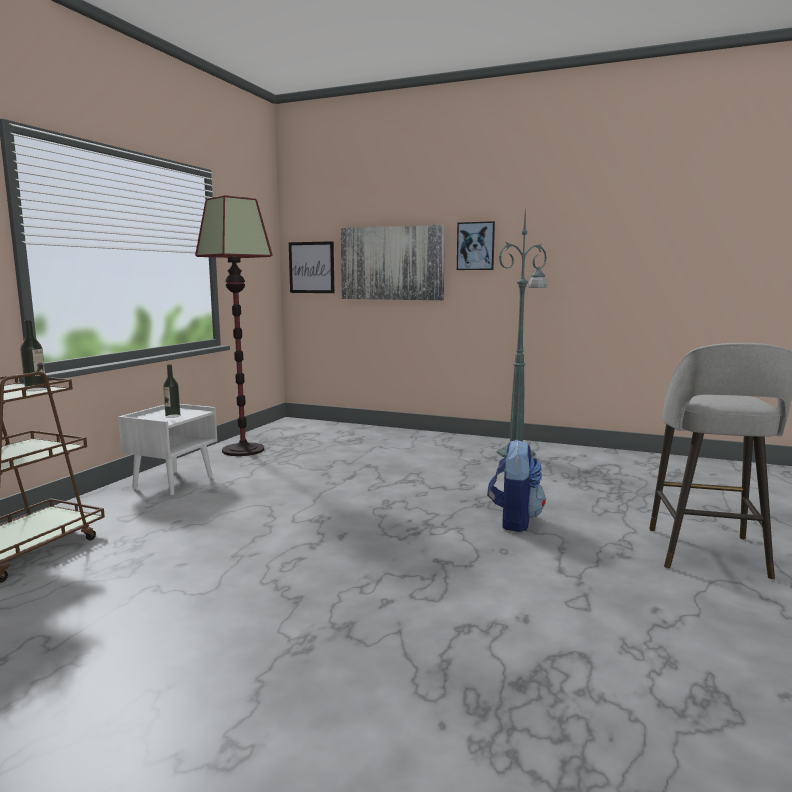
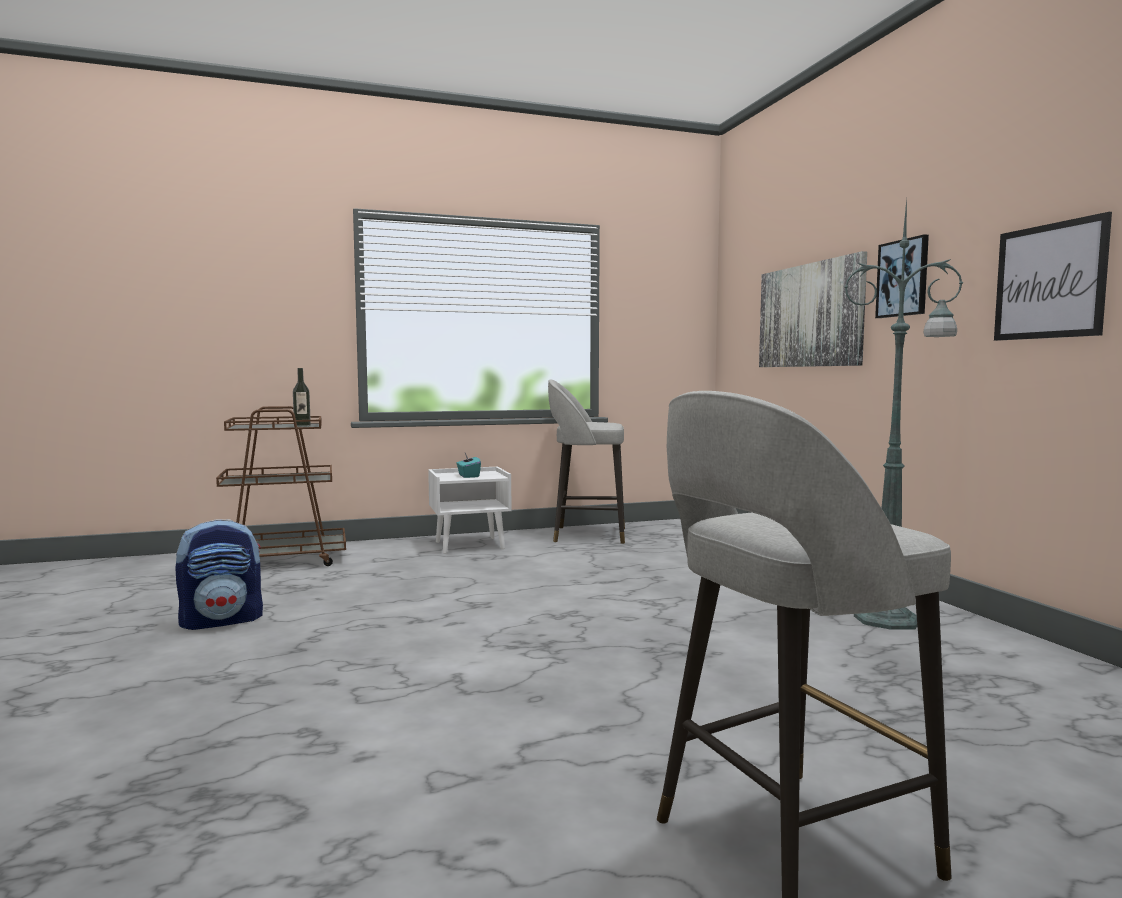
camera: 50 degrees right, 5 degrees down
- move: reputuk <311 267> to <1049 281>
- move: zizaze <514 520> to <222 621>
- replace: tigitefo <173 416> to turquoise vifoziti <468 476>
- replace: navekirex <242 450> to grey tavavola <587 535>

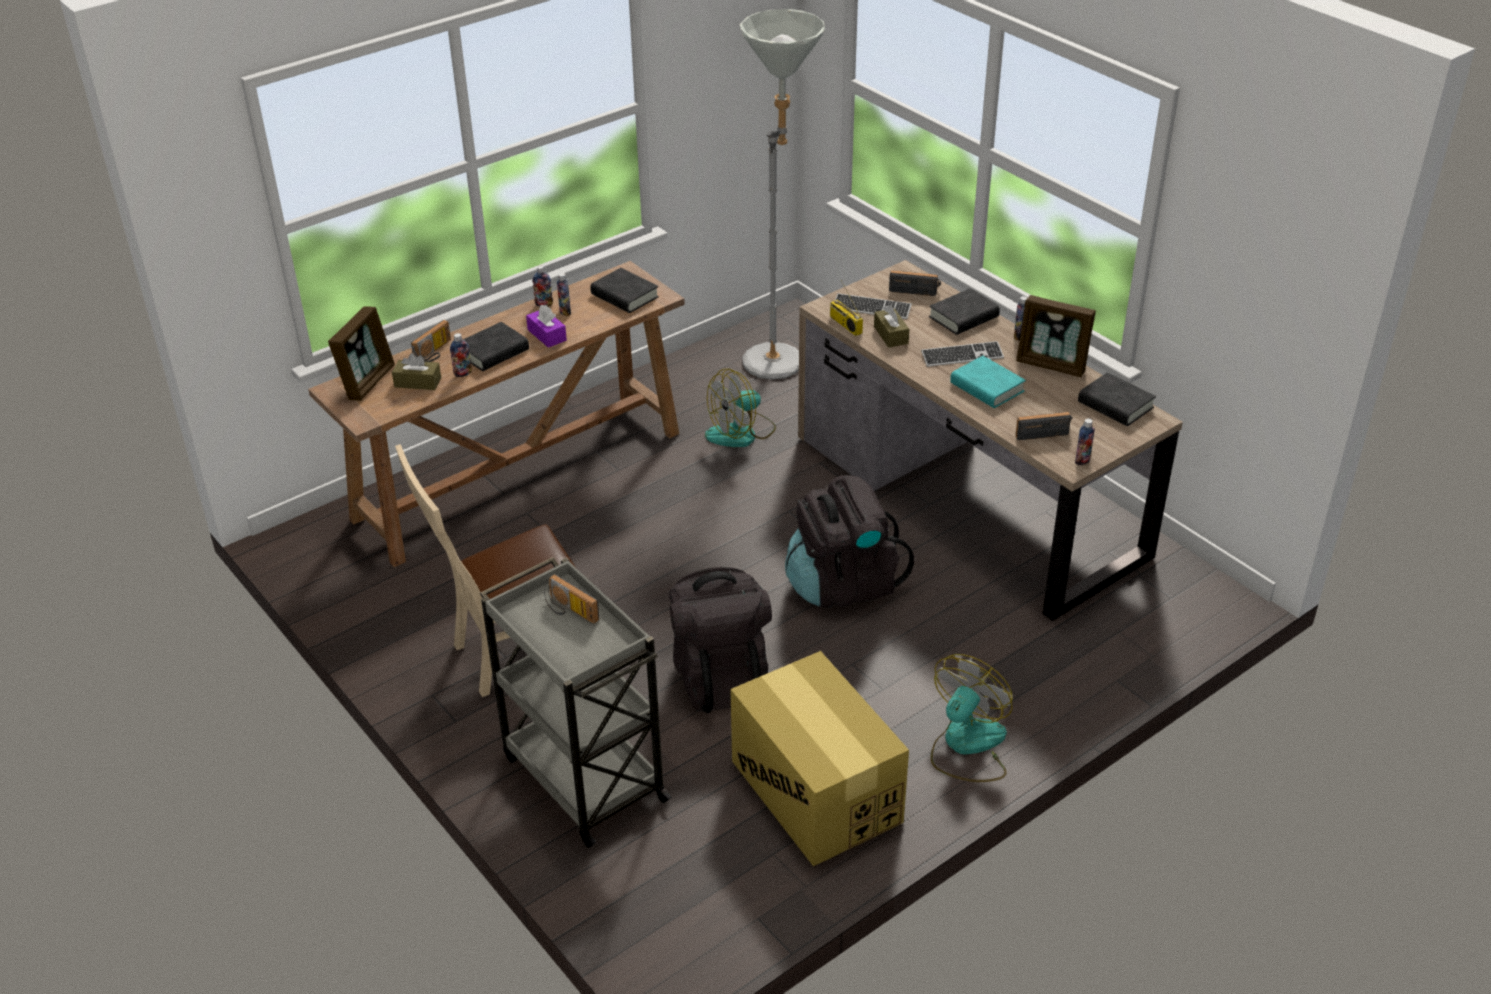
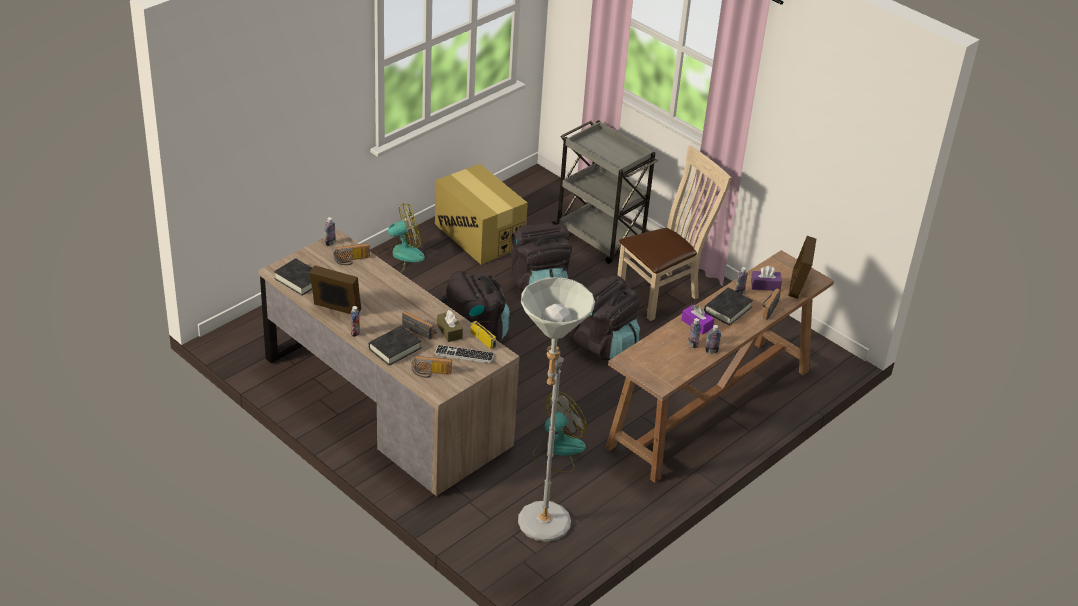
camera: 170 degrees right, 0 degrees up
- delete: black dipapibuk <624 296>
- delete: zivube <962 356>
- delete: turquoise dipapibuk <987 387>
- insert: black zizaze <602 344>
- move: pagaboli <569 611> to <420 330>
- recolor: brown vifoziti <417 382> to purple vifoziti <765 285>
- rotate: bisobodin <967 746> = <400 255> 135 degrees counterclockwise

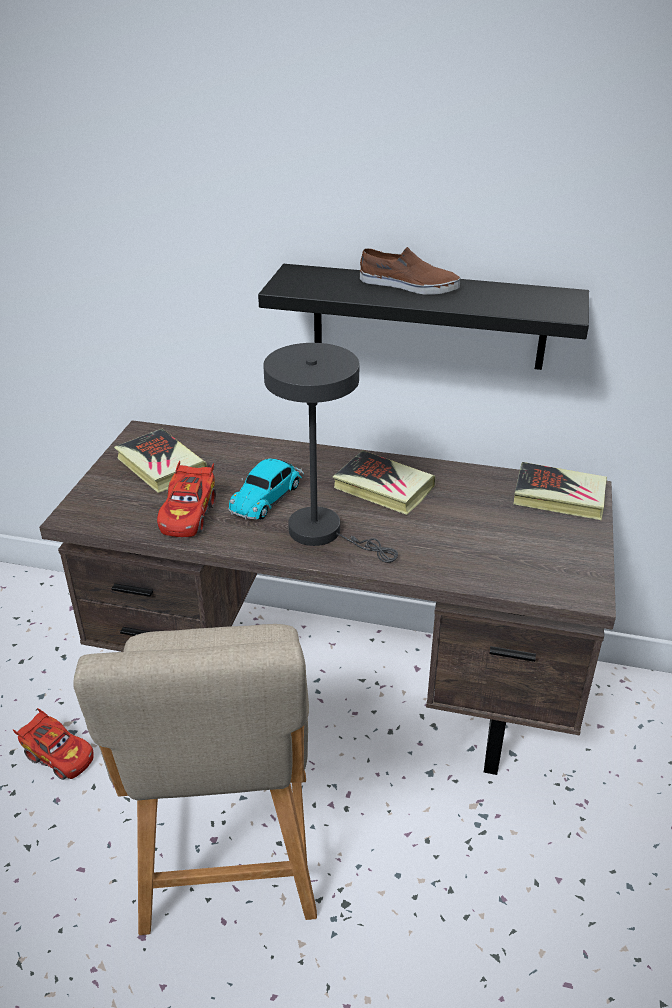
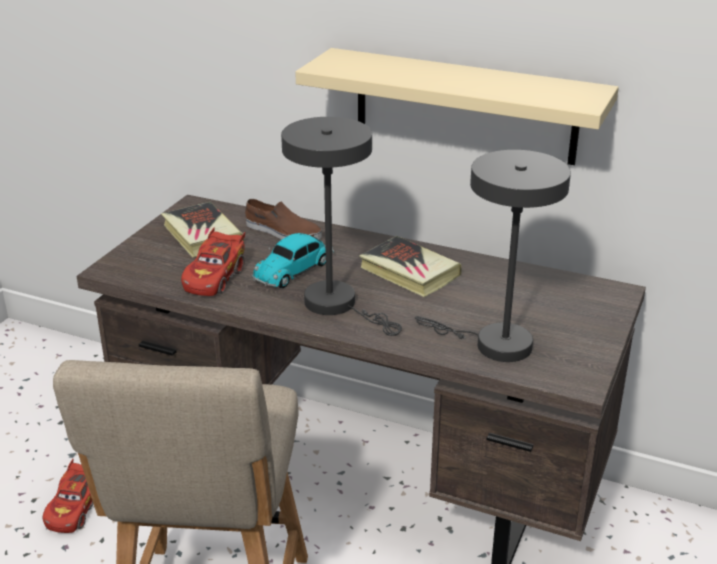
camera: 10 degrees right, 5 degrees down
- delete: dipapibuk <559 497>
- insert: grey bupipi <493 344>
- move: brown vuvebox <408 285> to <282 232>
- recolor: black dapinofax <428 317> to beige dapinofax <465 106>
- rotate: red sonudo <58 755> = <75 508> 60 degrees clockwise

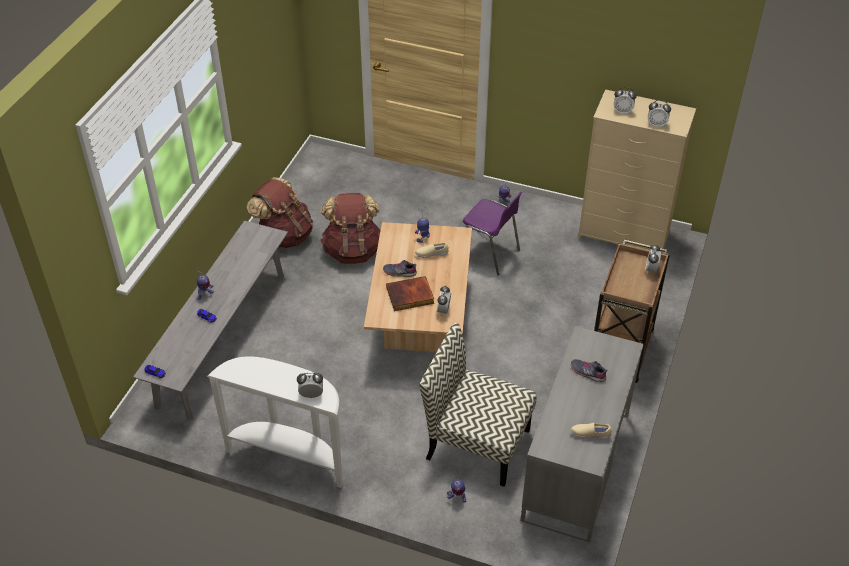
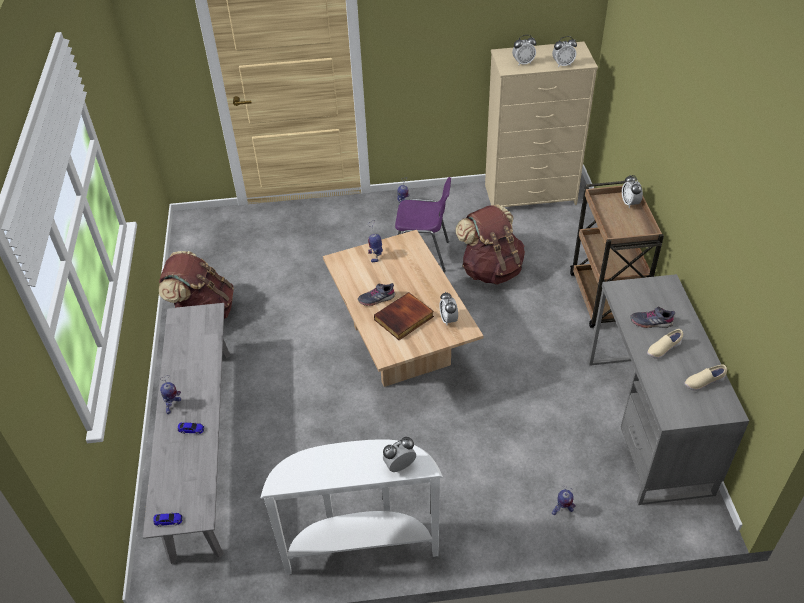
camera: 25 degrees left, 0 degrees up
- delete: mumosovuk <476 443>
- move: brown zizaze <353 250> to <491 269>
- move: beige vuvebox <431 254> to <663 349>

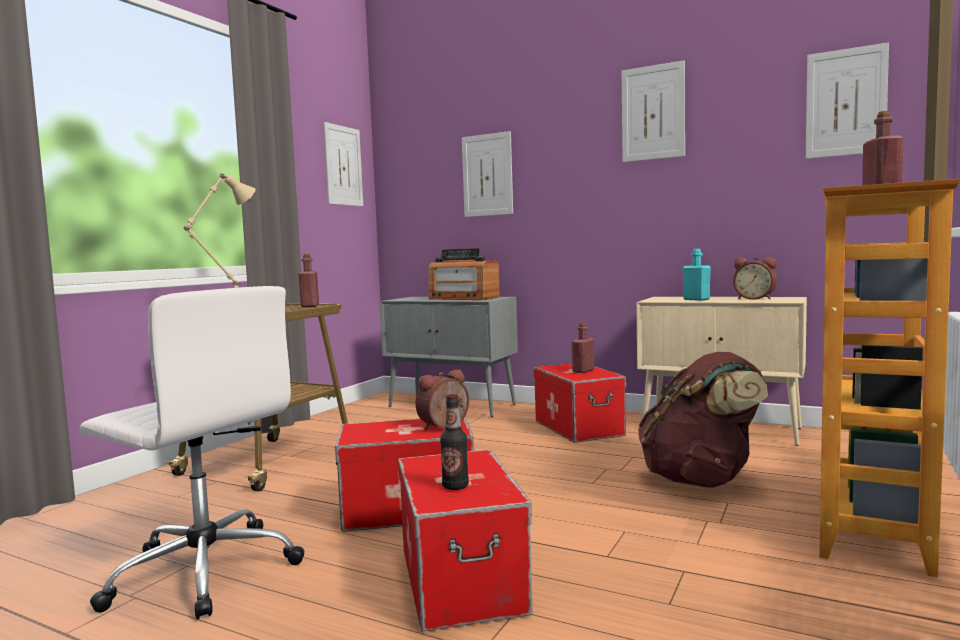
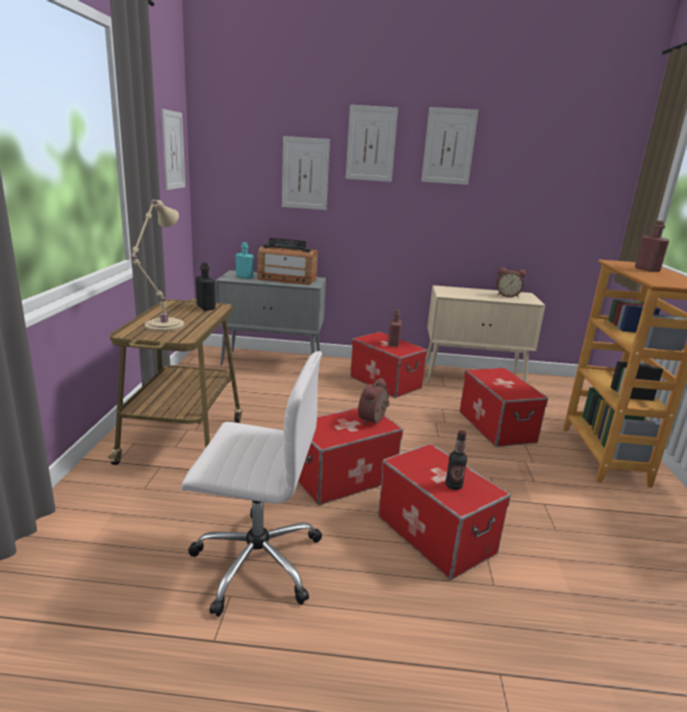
camera: 25 degrees left, 15 degrees up
- move: turquoise tigitefo <696 299> to <244 277>
- move: reputuk <845 102> to <371 144>
- replace: brown zizaze <701 480> to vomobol <497 426>
- recolor: red tigitefo <310 306> to black tigitefo <206 307>

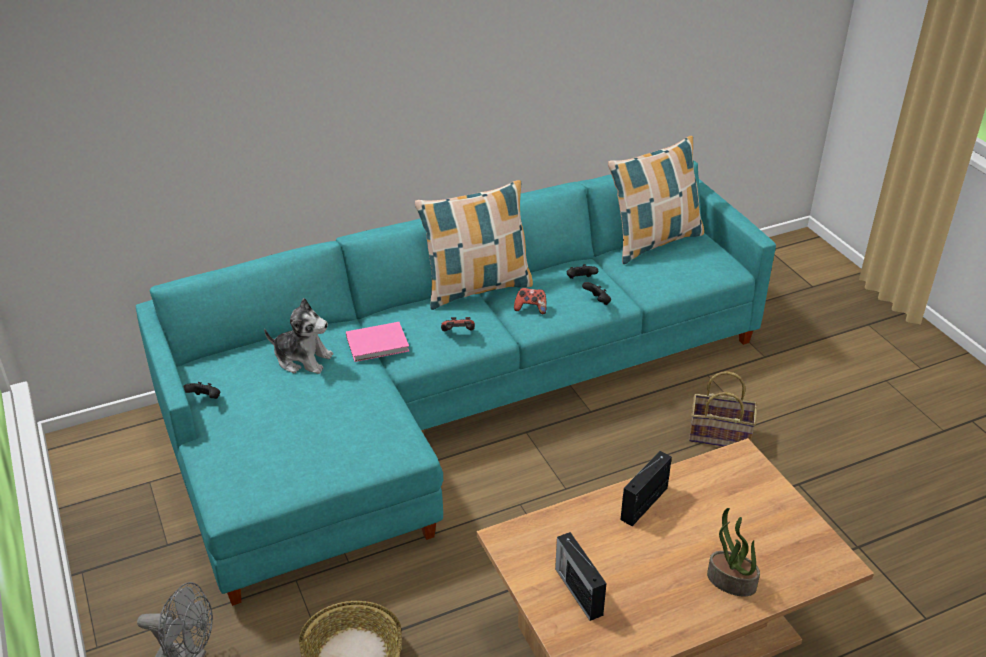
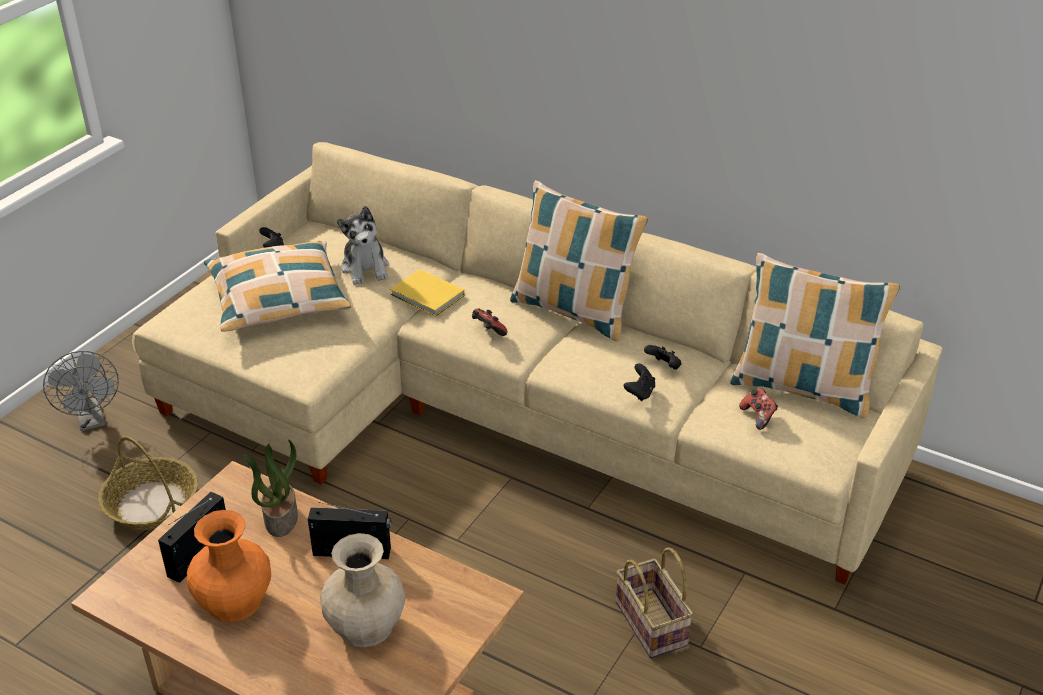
camera: 55 degrees right, 0 degrees up
- insert: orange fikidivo <235 601>
- insert: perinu <278 299>
- insert: beige fikidivo <366 625>
- move: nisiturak <531 308> to <758 417>
- move: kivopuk <730 582> to <280 517>
- recolor: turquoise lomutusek <446 400> to beige lomutusek <504 406>
- recolor: pink dipapibuk <379 344> to yellow dipapibuk <428 296>

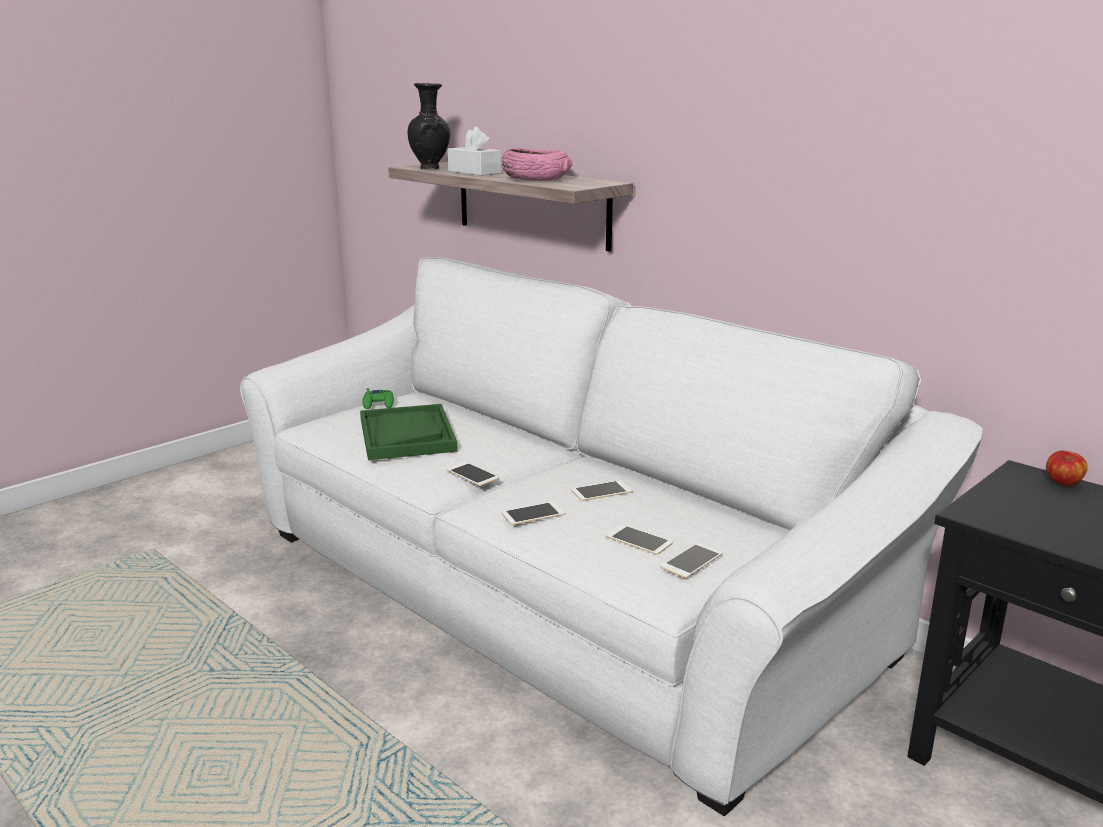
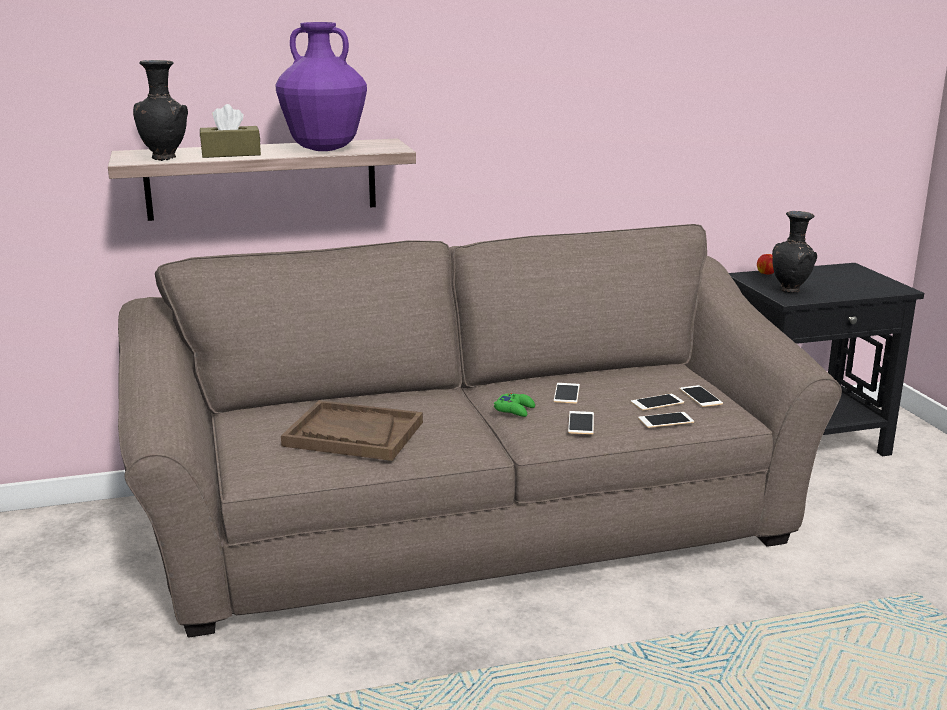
camera: 60 degrees left, 0 degrees up
- insert: black fikidivo <791 291>
- move: green nisiturak <379 404> to <515 409>
- move: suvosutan <472 474> to <666 420>
- replace: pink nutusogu <535 179> to purple fikidivo <323 149>
- recolor: white lomutusek <552 591> to brown lomutusek <473 521>
- recolor: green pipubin <406 435> to brown pipubin <353 434>
- recolor: white vifoziti <474 172> to brown vifoziti <231 154>

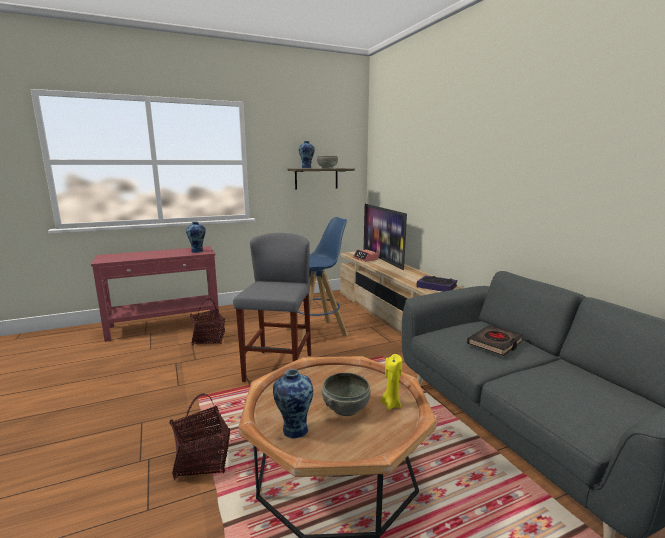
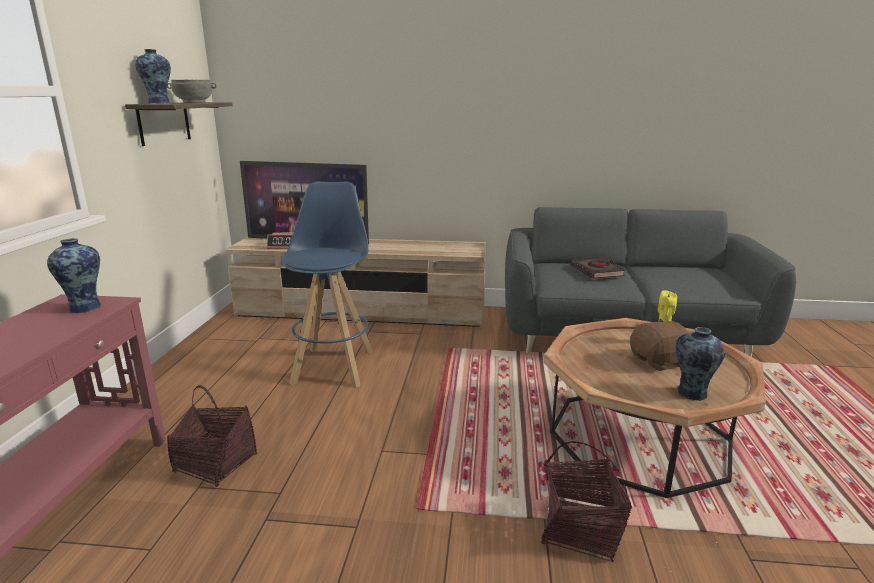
camera: 60 degrees left, 5 degrees up
- delete: grey tavavola <278 367>
- delete: dipapibuk <436 286>
- replace: grey nutusogu <345 408> to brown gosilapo <659 361>

